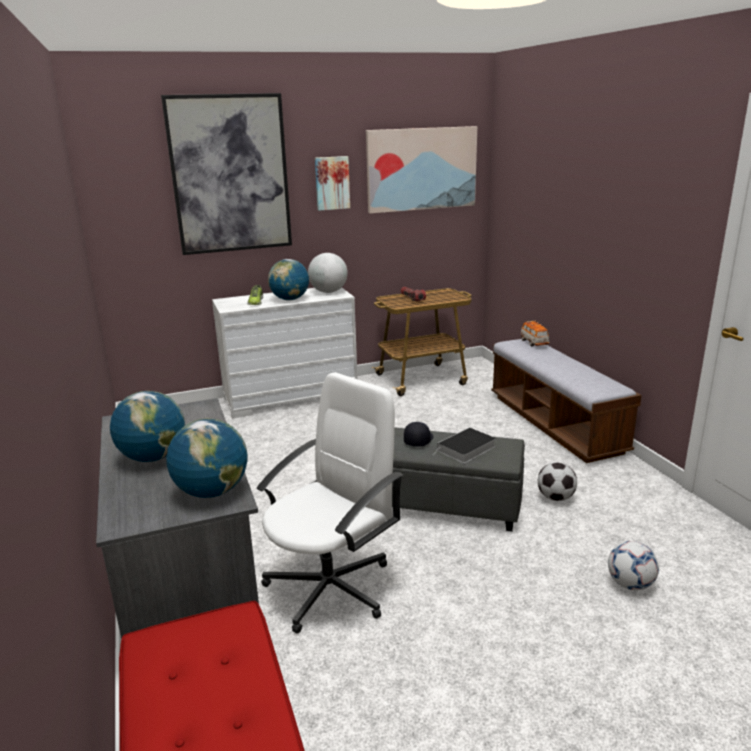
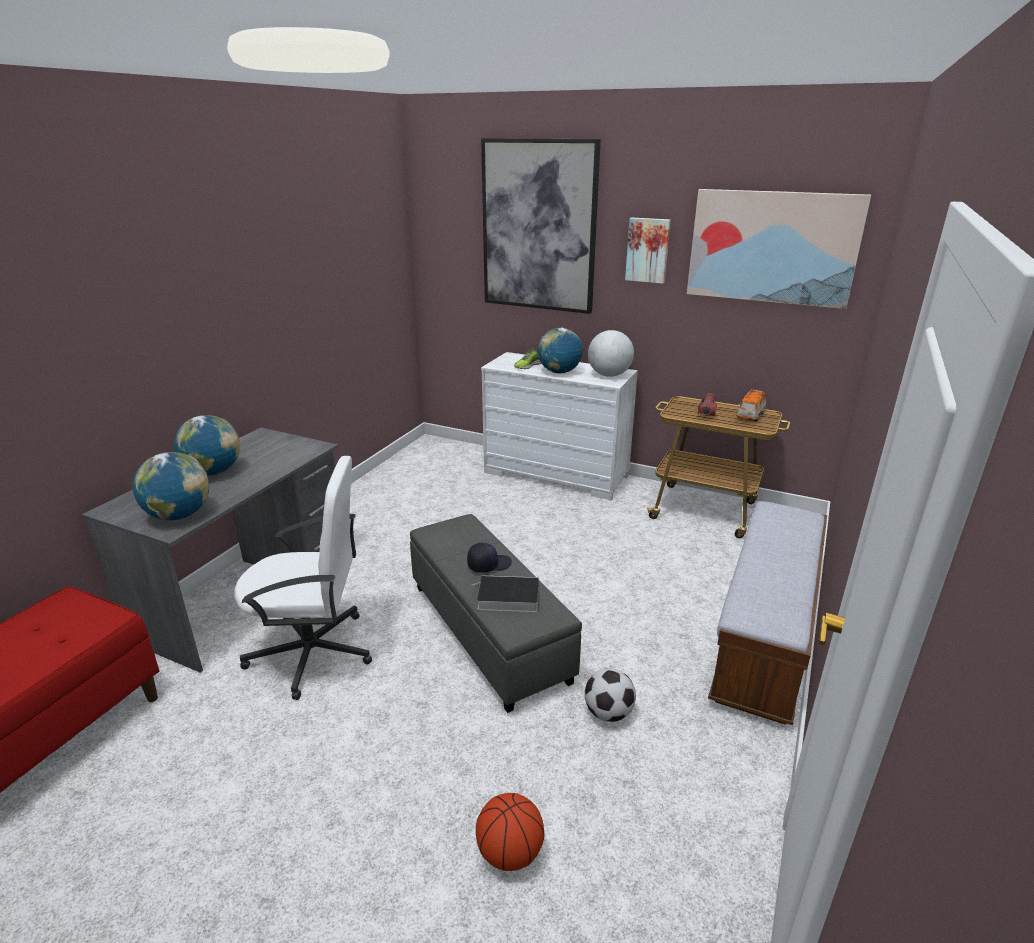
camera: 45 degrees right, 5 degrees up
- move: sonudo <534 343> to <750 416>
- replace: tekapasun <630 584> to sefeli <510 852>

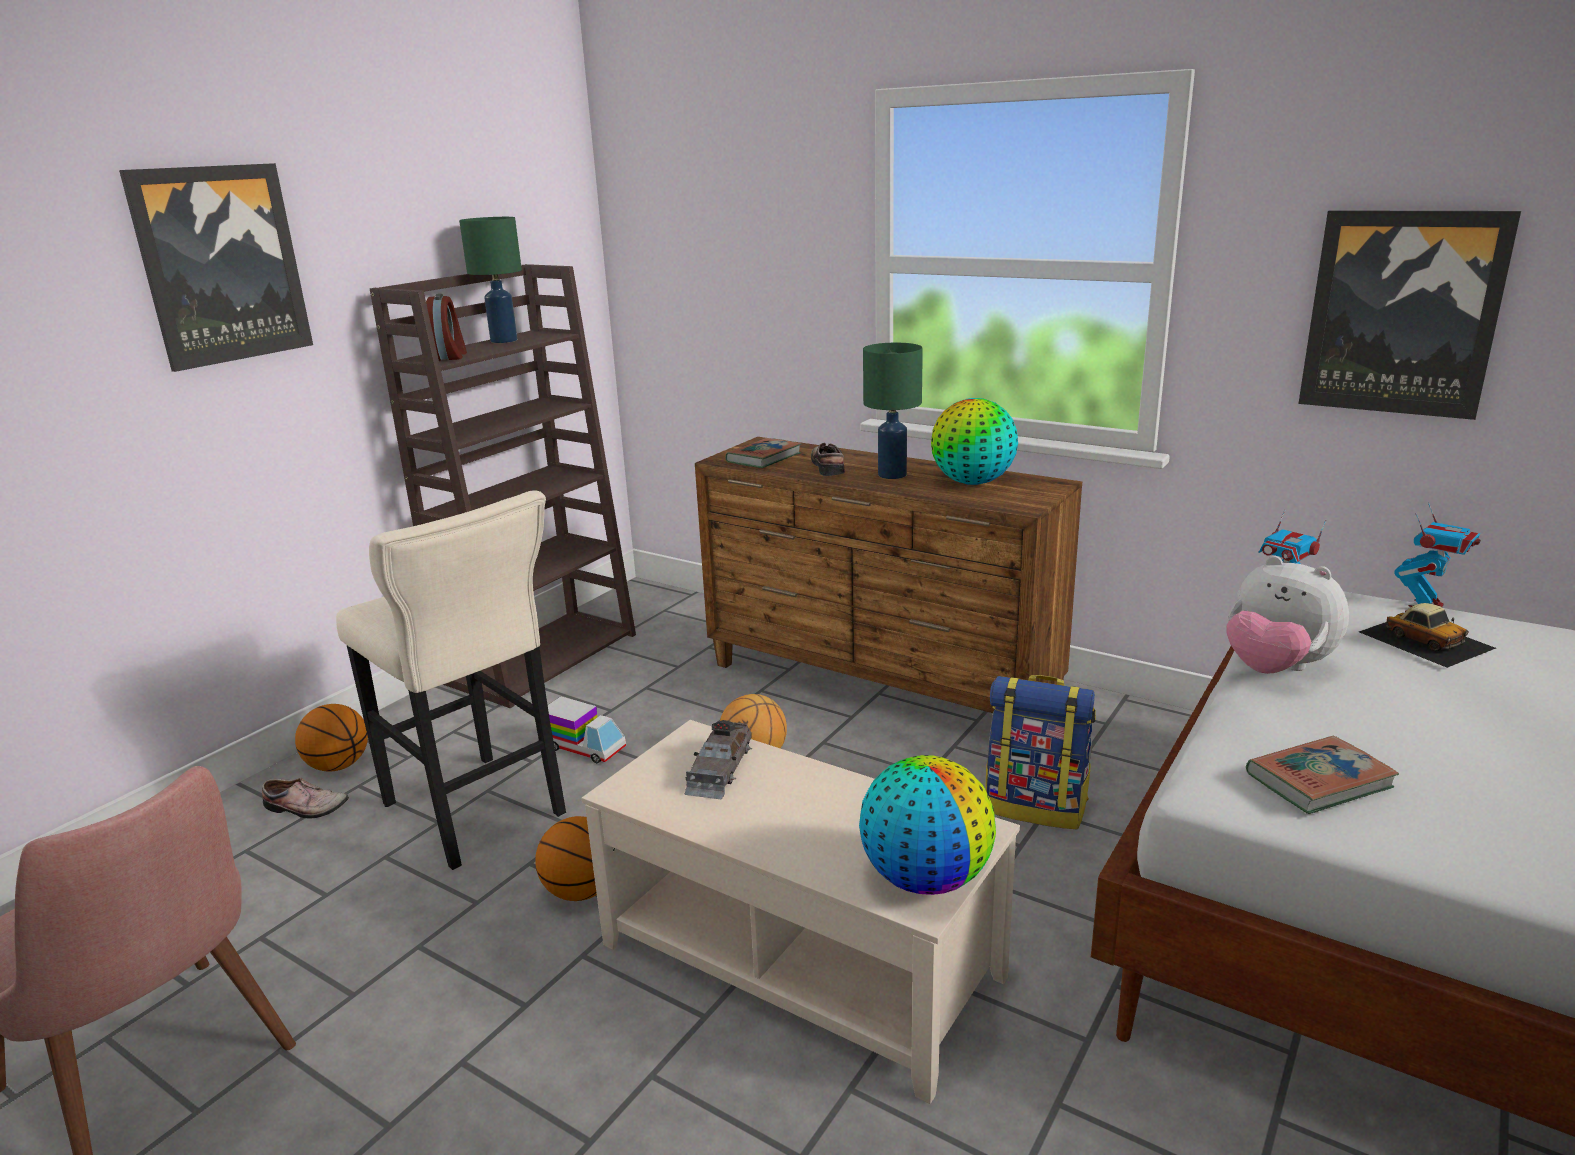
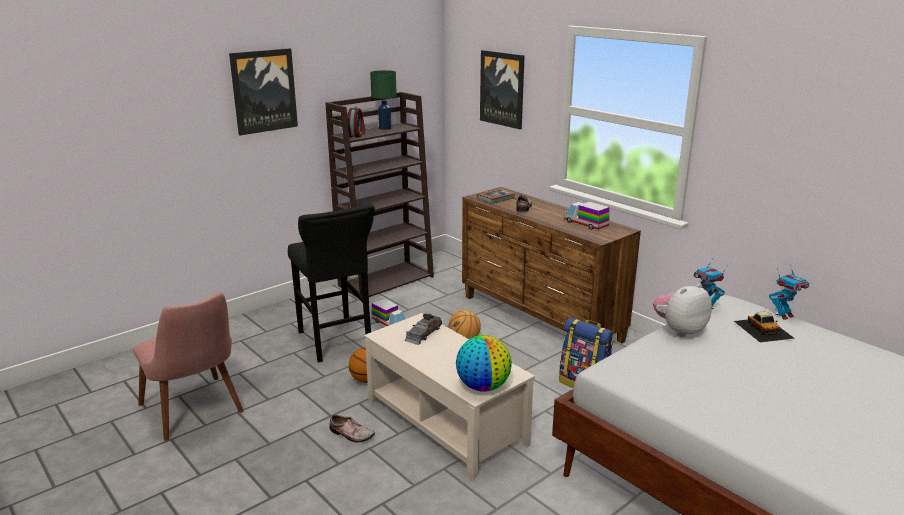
camera: 15 degrees right, 0 degrees up
- delete: sefeli <338 765>
- delete: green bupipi <893 474>
- delete: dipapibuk <1319 781>
- move: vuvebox <305 808> to <351 434>
- move: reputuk <1402 313> to <502 89>
- replace: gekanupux <973 483> to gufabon <586 224>
- recolor: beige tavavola <477 814> to black tavavola <335 342>
- rotate: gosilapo <1275 669> = <679 330> 90 degrees clockwise

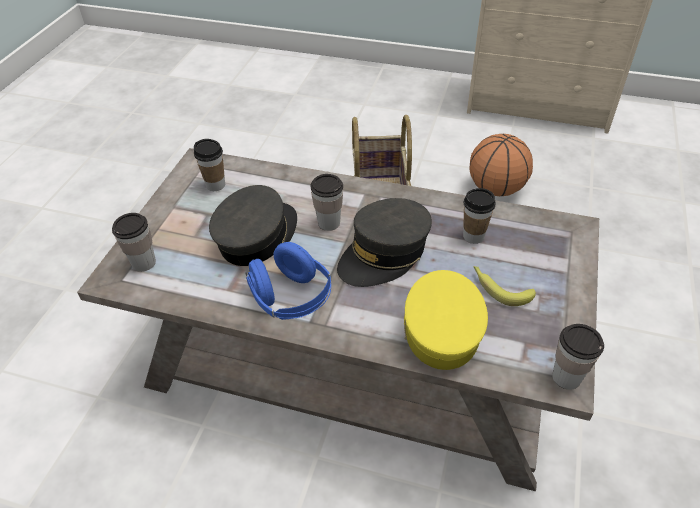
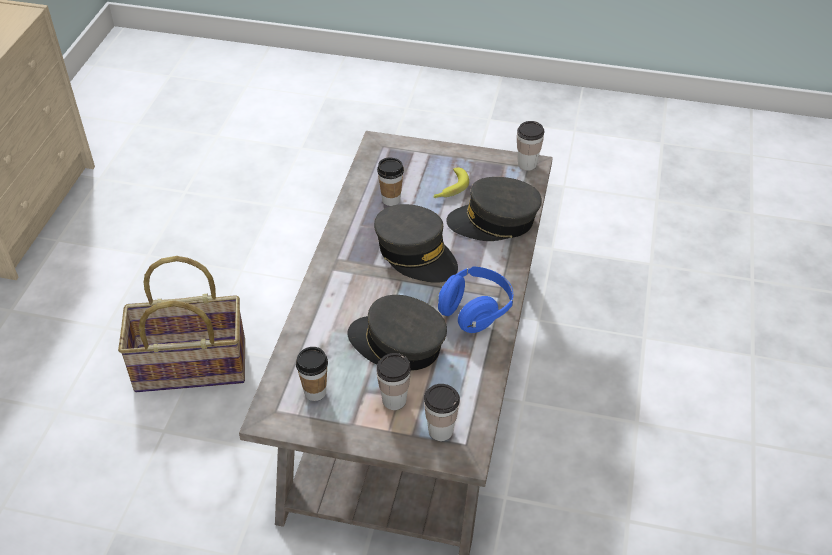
camera: 95 degrees left, 0 degrees up
- delete: sefeli <496 189>
- move: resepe <329 223> to <394 400>
- recolor: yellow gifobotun <440 328> to grey gifobotun <494 221>

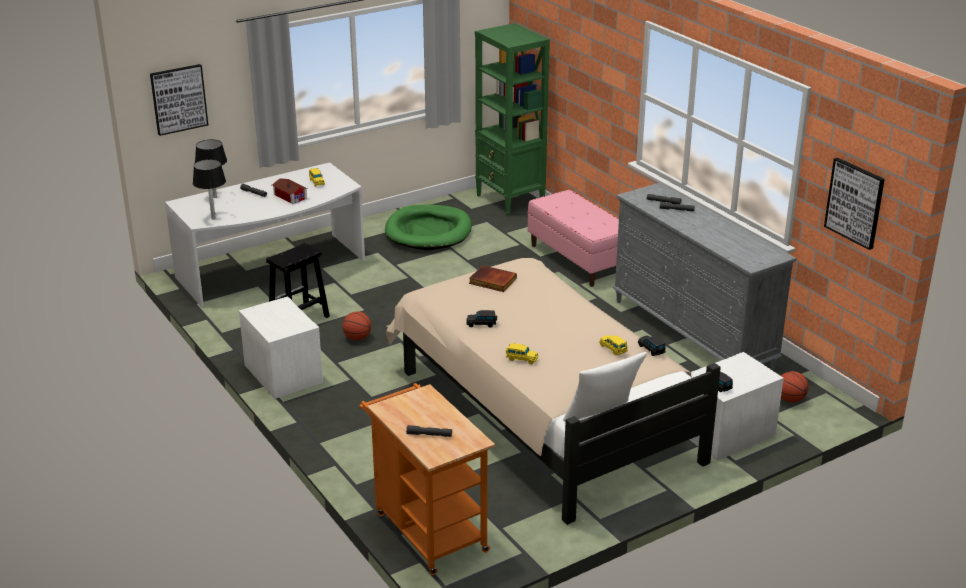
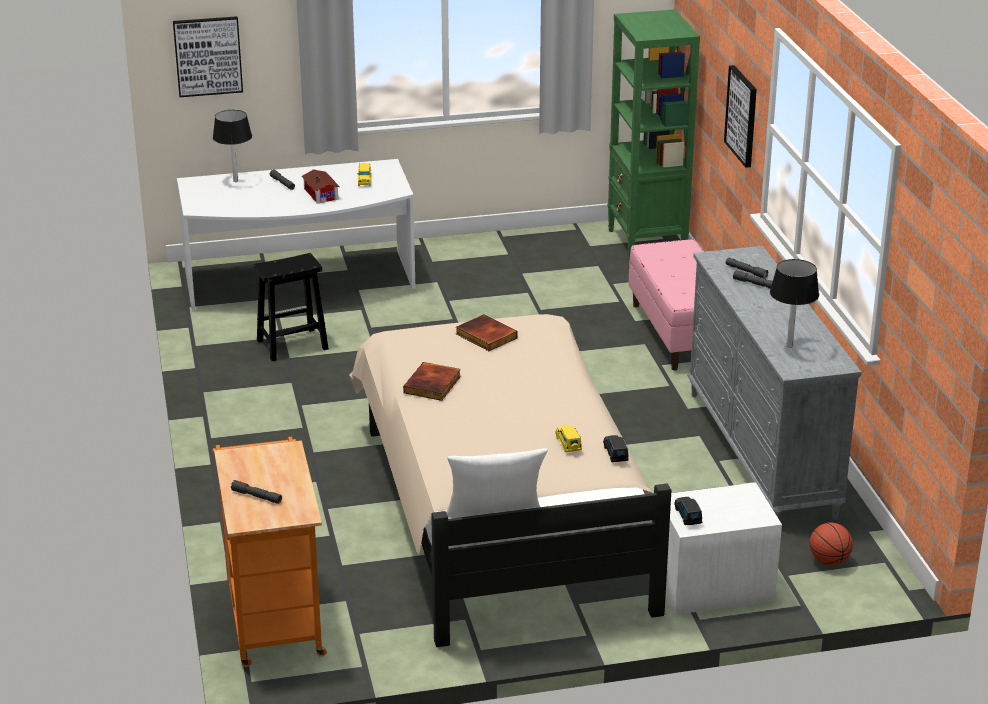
camera: 20 degrees right, 0 degrees up
- delete: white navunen <283 373>
- delete: sefeli <357 338>
- delete: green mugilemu <428 231>
- delete: yellow sonudo <521 359>
- move: black bupipi <213 218> to <789 346>
- move: reputuk <855 202> to <742 115>
- replace: black sonudo <481 324> to dipapibuk <433 385>

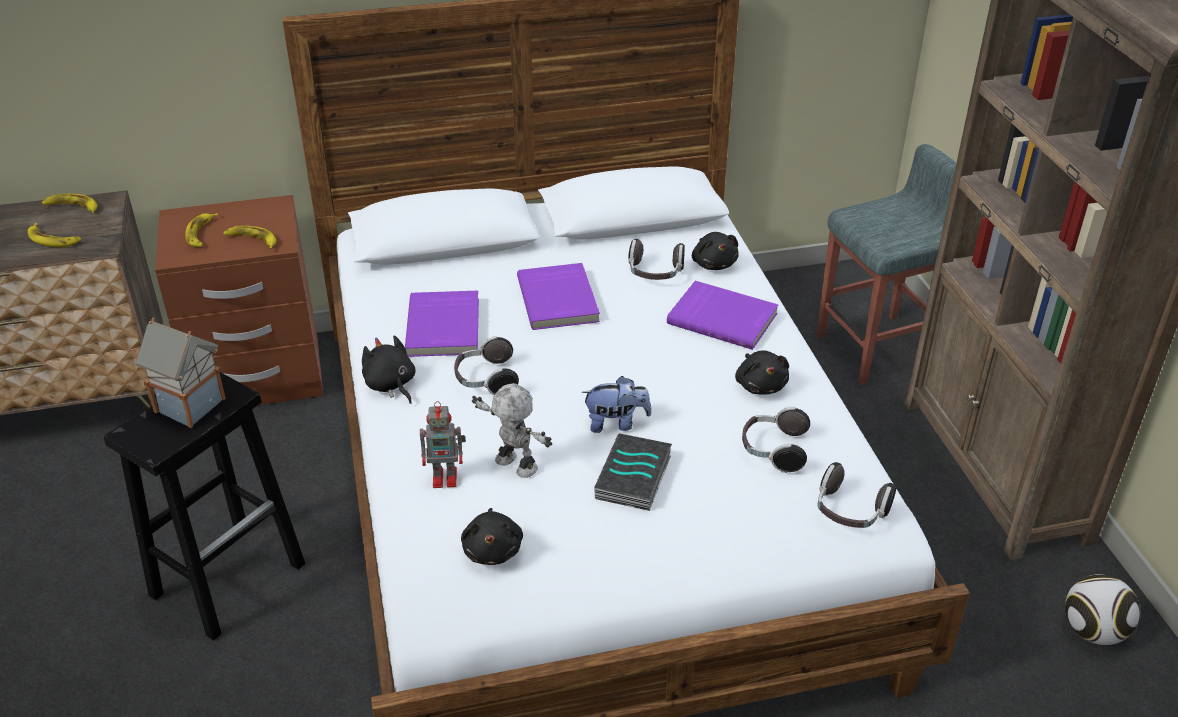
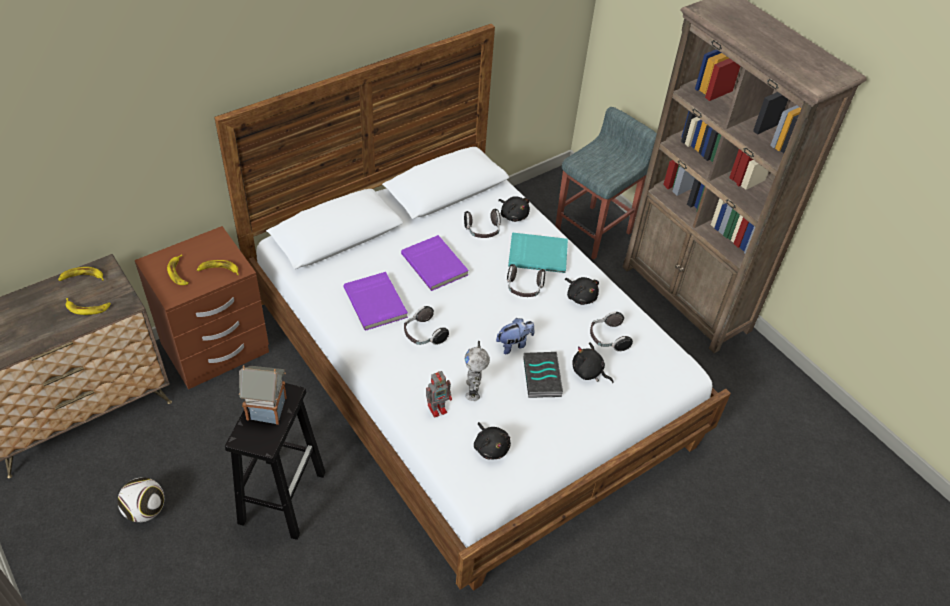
camera: 25 degrees left, 10 degrees up
- move: black gosilapo <391 385> to <588 372>
- move: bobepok <849 512> to <524 289>
- move: tekapasun <1092 631> to <145 510>
- recolor: purple dipapibuk <723 317> to turquoise dipapibuk <538 254>
- rotate: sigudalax <515 466> = <474 390> 105 degrees counterclockwise

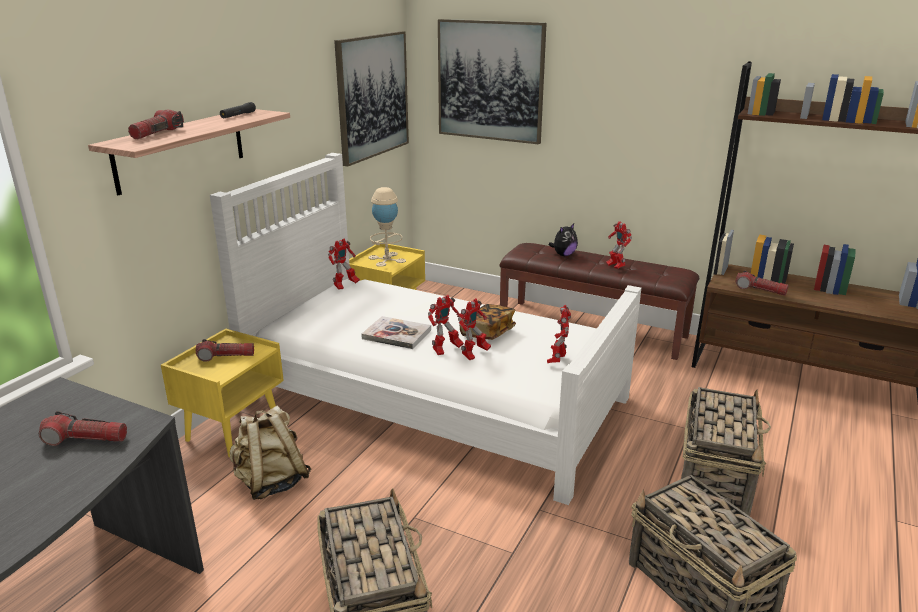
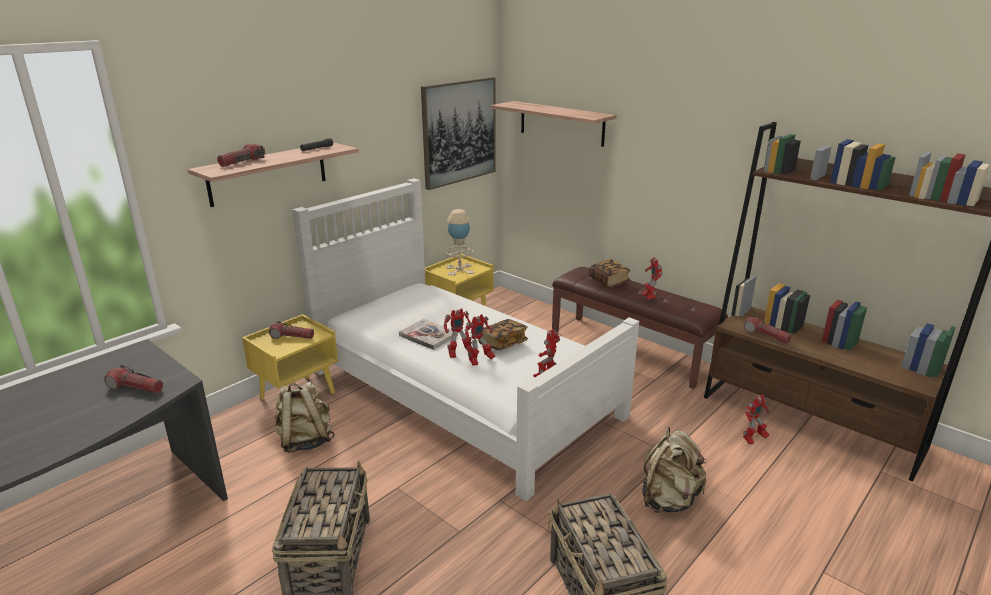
camera: 15 degrees right, 0 degrees up
- move: sigudalax <345 286> to <753 439>
- replace: reputuk <490 81> to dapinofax <561 123>
- replace: gosilapo <563 255> to dipapibuk <609 281>
- replace: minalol <715 476> to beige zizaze <669 500>

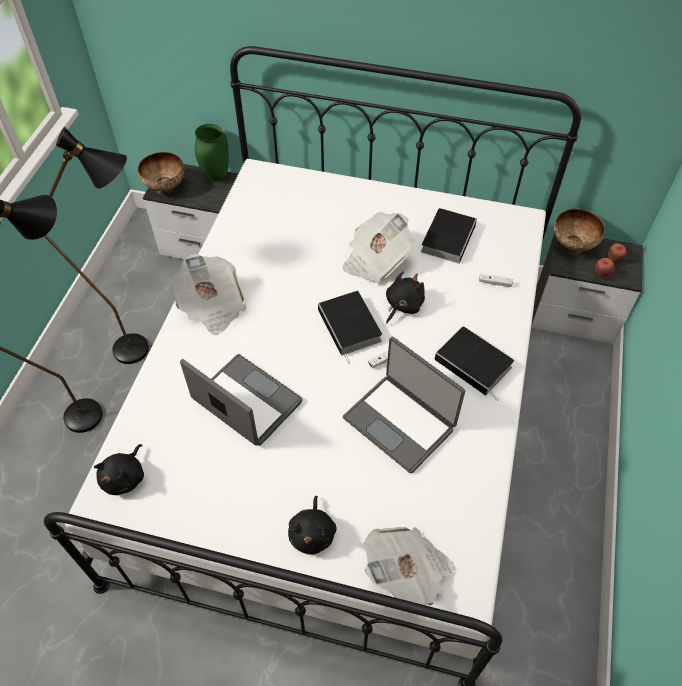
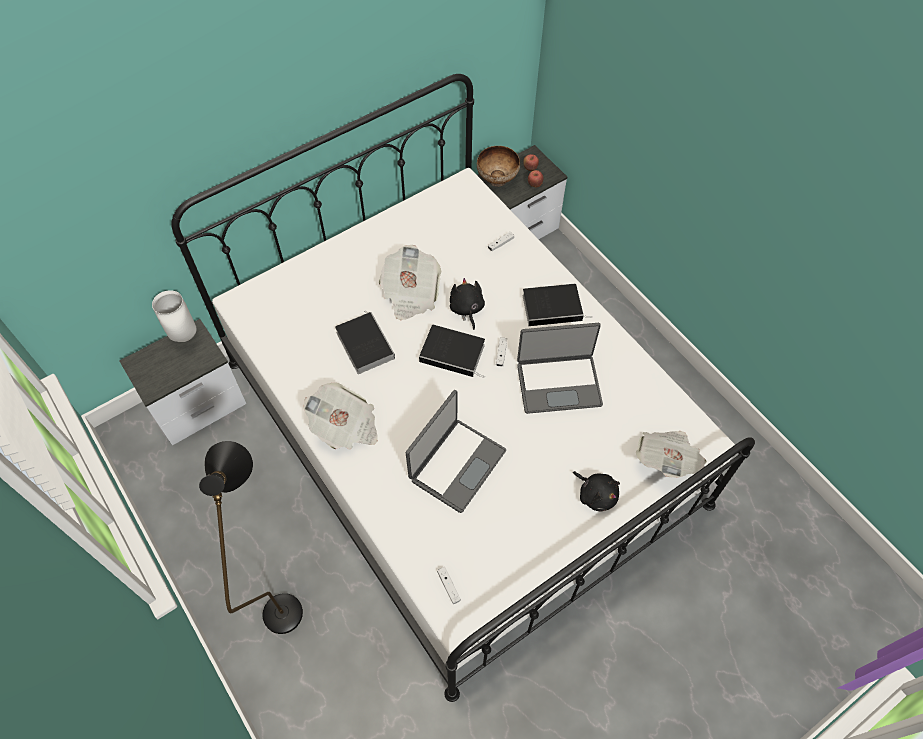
camera: 50 degrees left, 5 degrees up
- delete: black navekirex <144 350>
- delete: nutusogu <165 188>
- move: dipapibuk <448 237> to <363 344>
- replace: black gosilapo <125 477> to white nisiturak <448 586>
- recolor: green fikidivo <216 176> to white fikidivo <183 336>
- rotate: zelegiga <245 402> = <456 464> 135 degrees clockwise

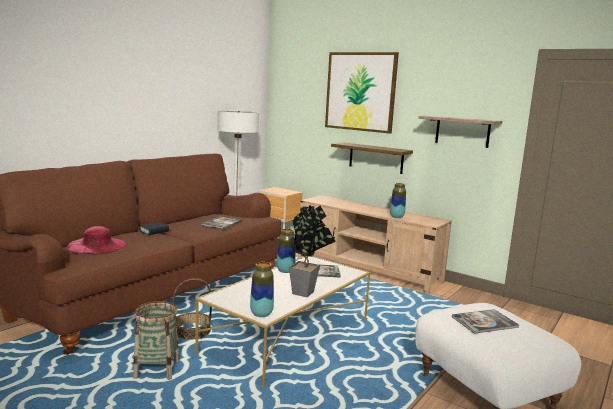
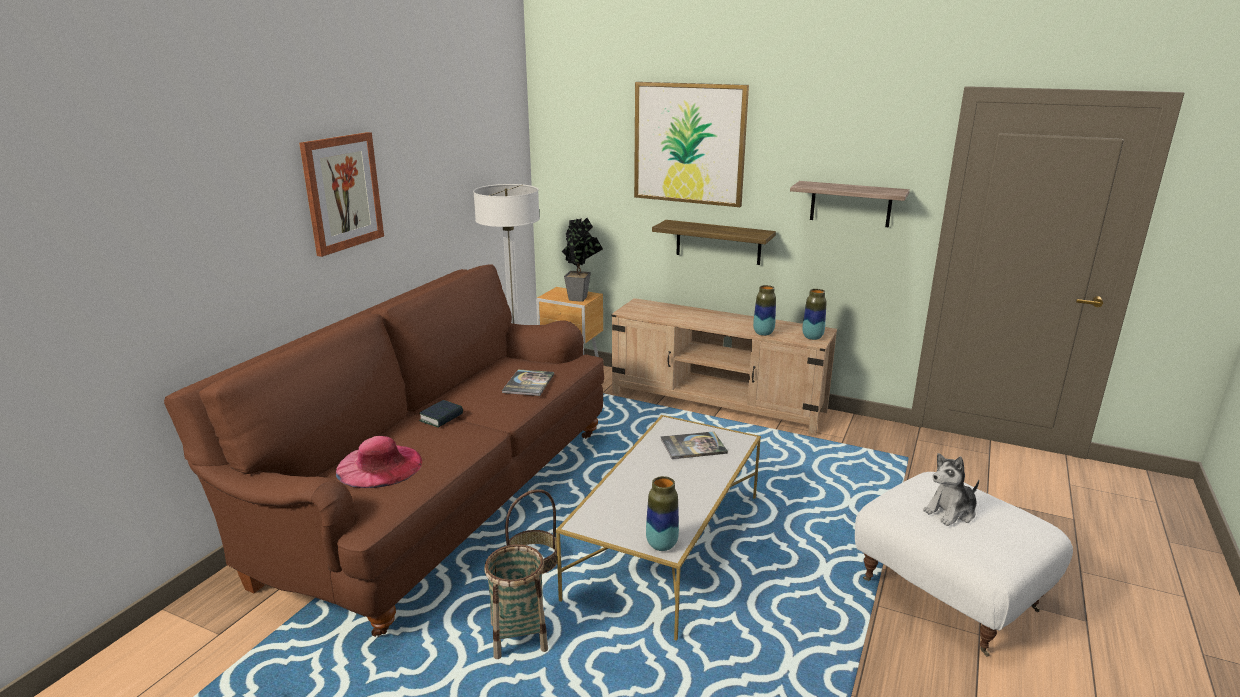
camera: 10 degrees left, 10 degrees up
- insert: reputuk <342 192>
- move: fikidivo <285 271> to <812 337>
- move: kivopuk <306 292> to <580 297>
- replace: dipapibuk <484 322> to gosilapo <951 512>

